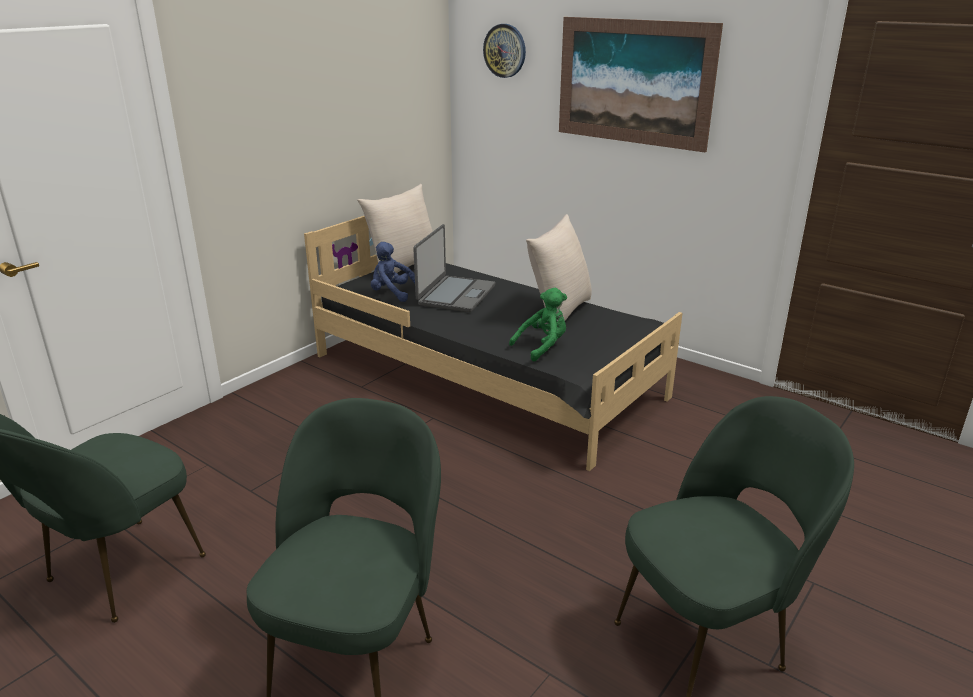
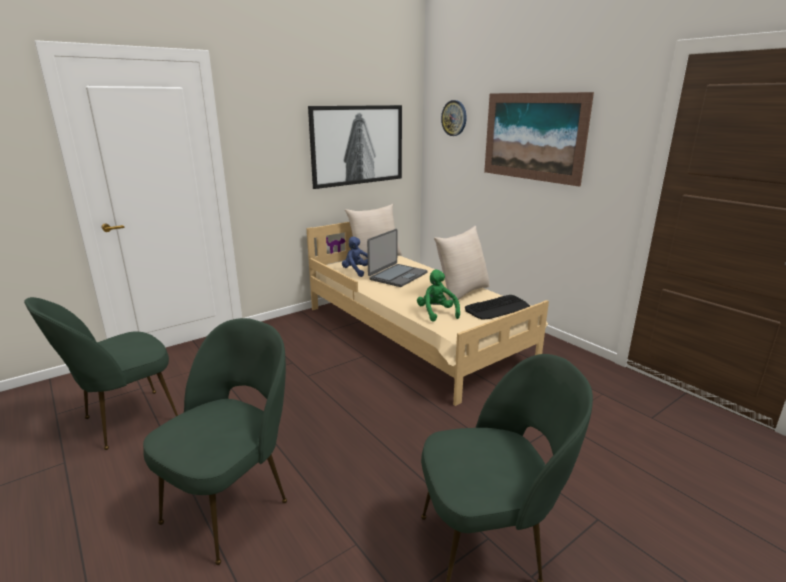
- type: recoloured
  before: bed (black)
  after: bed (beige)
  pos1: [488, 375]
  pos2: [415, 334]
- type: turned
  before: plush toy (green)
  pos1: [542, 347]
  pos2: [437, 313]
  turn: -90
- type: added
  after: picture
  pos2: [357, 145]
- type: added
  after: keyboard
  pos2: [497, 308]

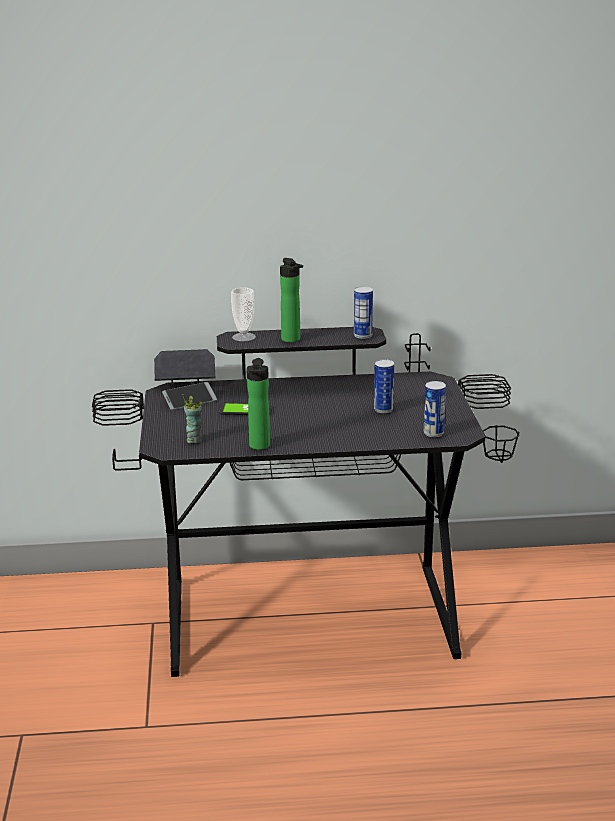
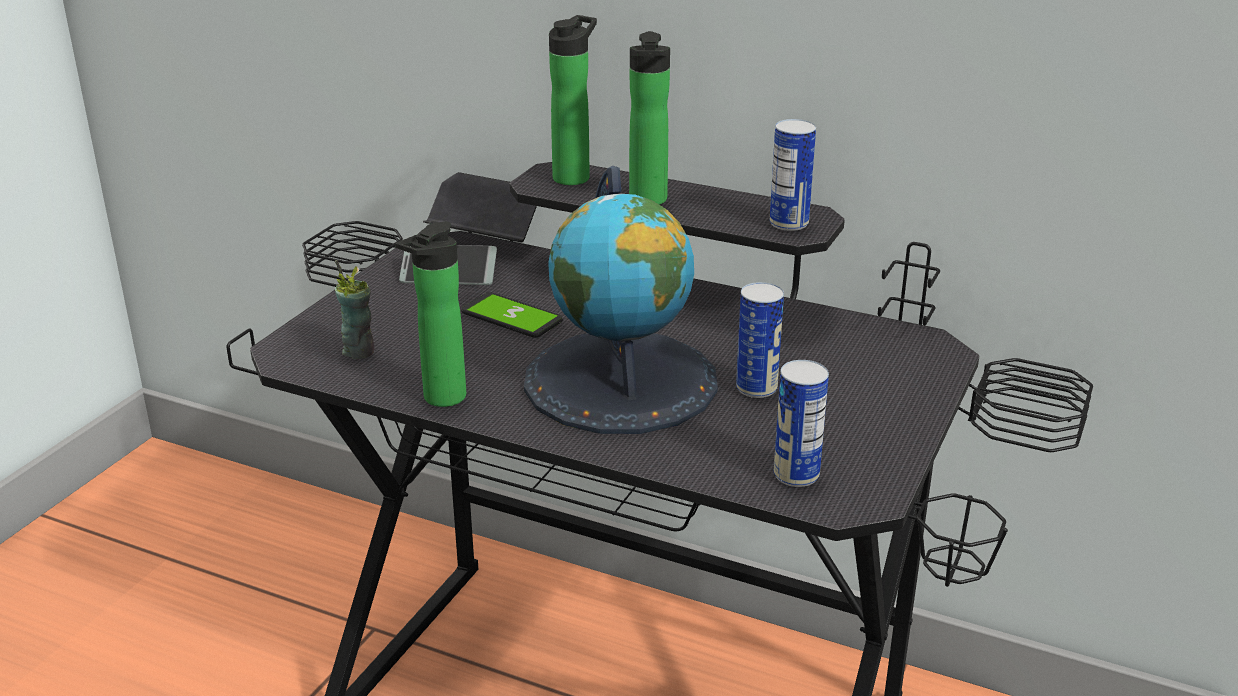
- type: replaced
  before: cup
  after: bottle
  pos1: [244, 337]
  pos2: [574, 176]
- type: added
  after: globe
  pos2: [621, 381]

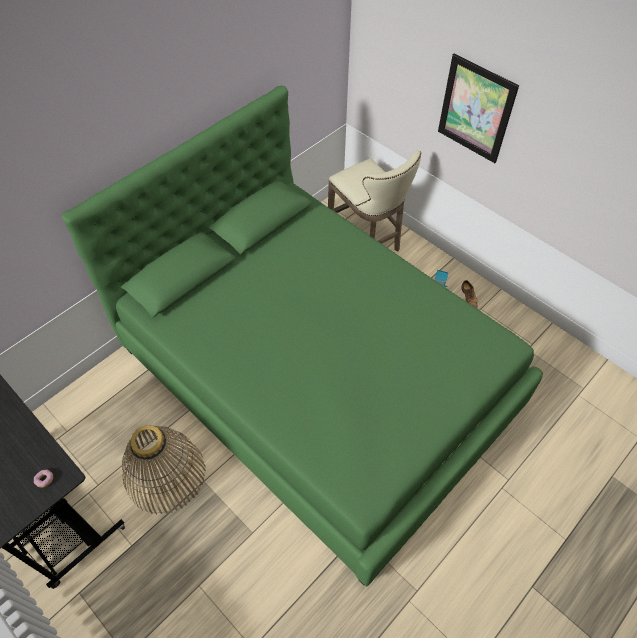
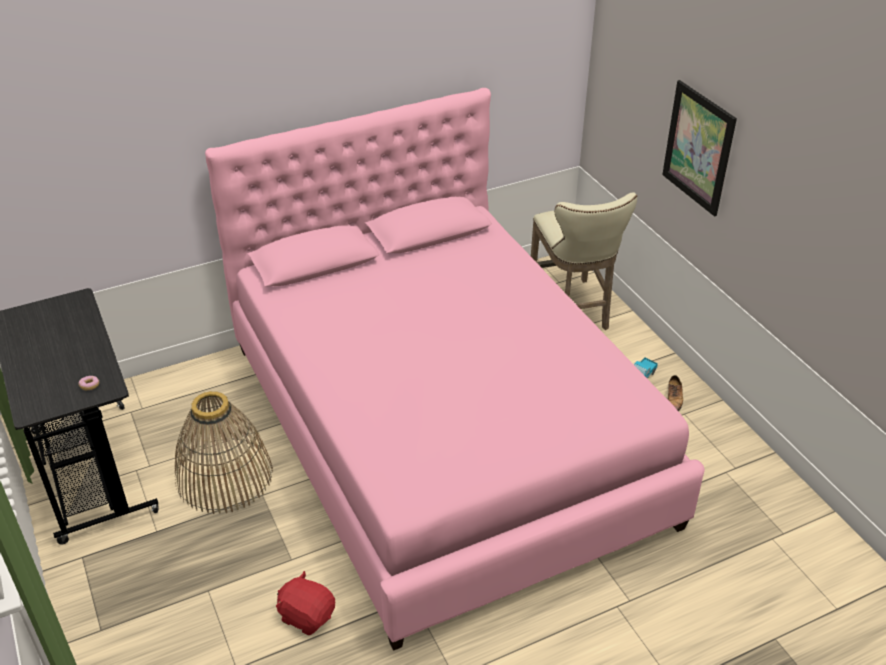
- type: recoloured
  before: bed (green)
  after: bed (pink)
  pos1: [317, 377]
  pos2: [442, 431]
- type: added
  after: plush toy (red)
  pos2: [307, 615]

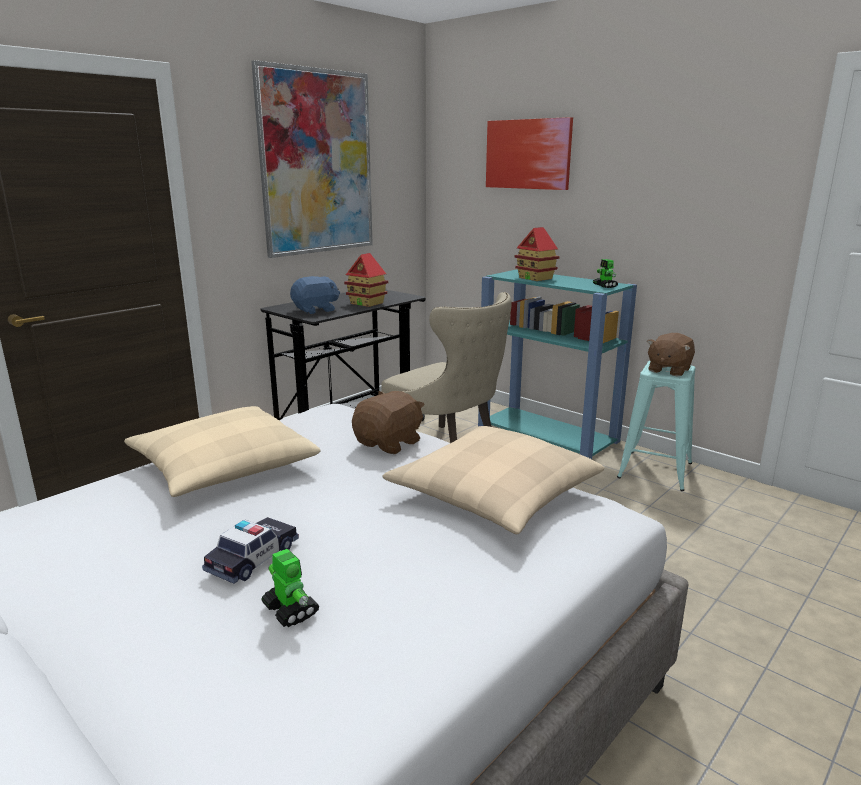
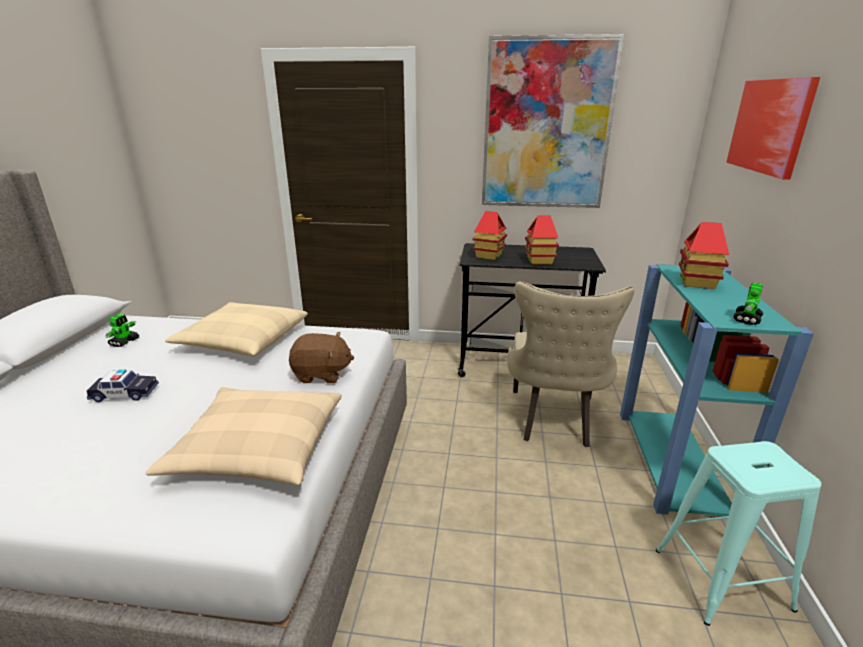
- type: replaced
  before: plush toy (blue)
  after: toy house
  pos1: [316, 310]
  pos2: [489, 255]
- type: removed
  before: plush toy (brown)
  pos1: [668, 370]
- type: moved
  before: toy robot
  pos1: [290, 610]
  pos2: [125, 342]

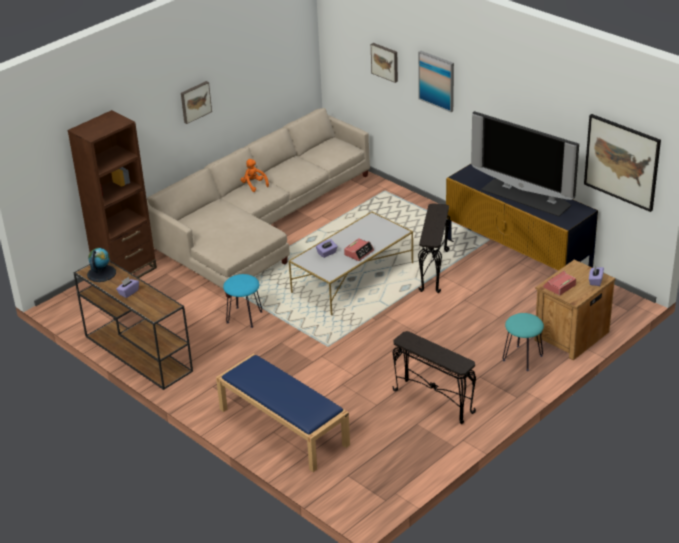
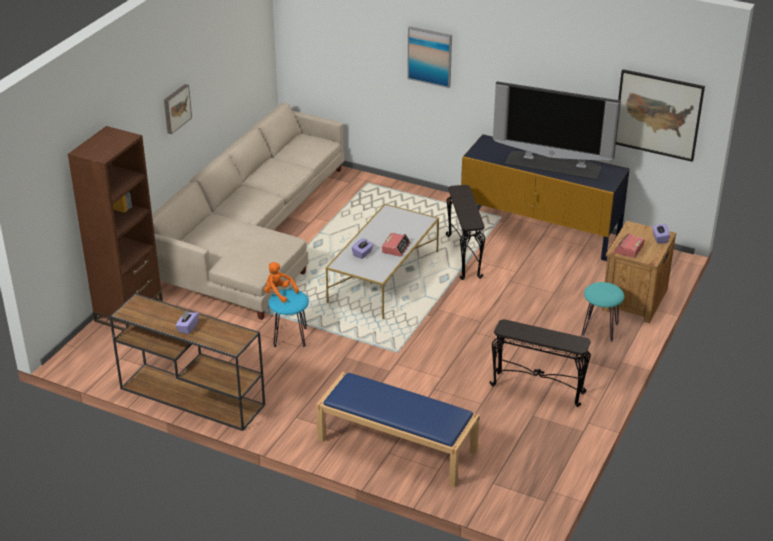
- type: removed
  before: picture
  pos1: [385, 62]
- type: moved
  before: plush toy (orange)
  pos1: [254, 185]
  pos2: [279, 293]
- type: removed
  before: globe
  pos1: [101, 273]

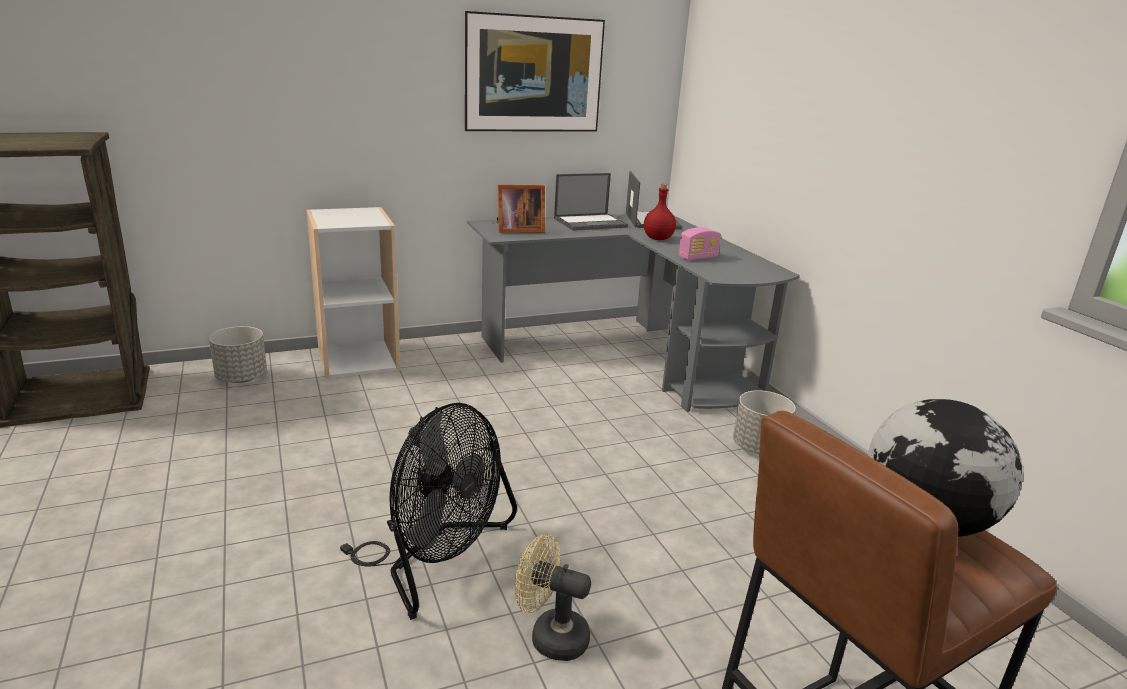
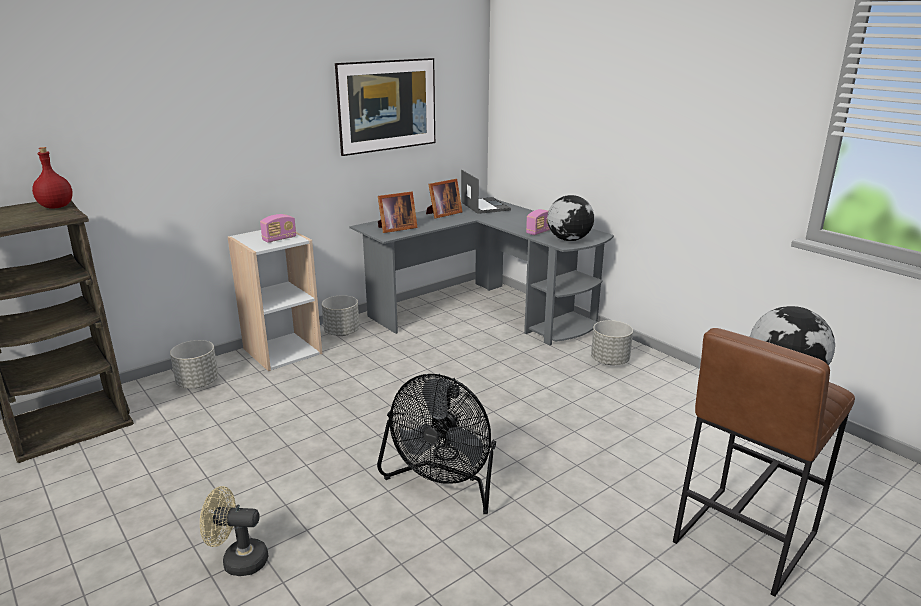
- type: replaced
  before: laptop
  after: picture frame
  pos1: [591, 222]
  pos2: [442, 214]
- type: moved
  before: bottle (red)
  pos1: [658, 238]
  pos2: [57, 207]
- type: turned
  before: fan (black)
  pos1: [433, 560]
  pos2: [441, 480]
  turn: 105
- type: moved
  before: fan (beige)
  pos1: [550, 636]
  pos2: [238, 561]
- type: added
  after: globe
  pos2: [569, 239]
- type: added
  after: radio
  pos2: [279, 239]
- type: added
  after: planter (grey)
  pos2: [341, 332]

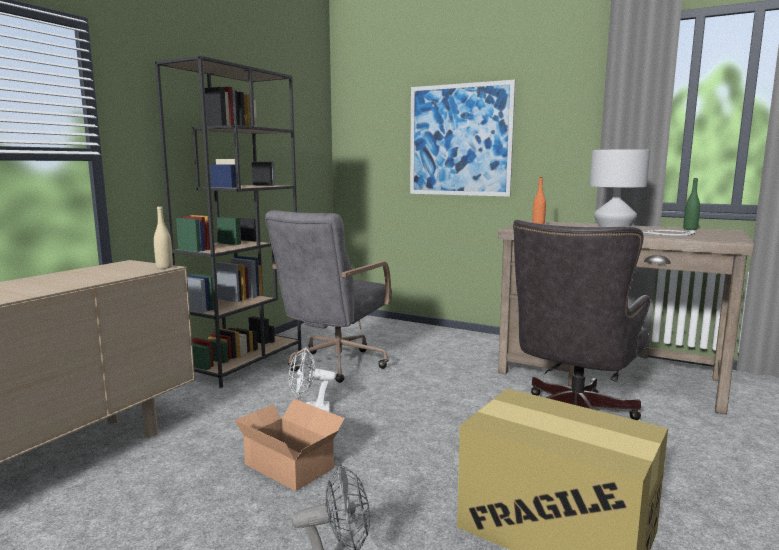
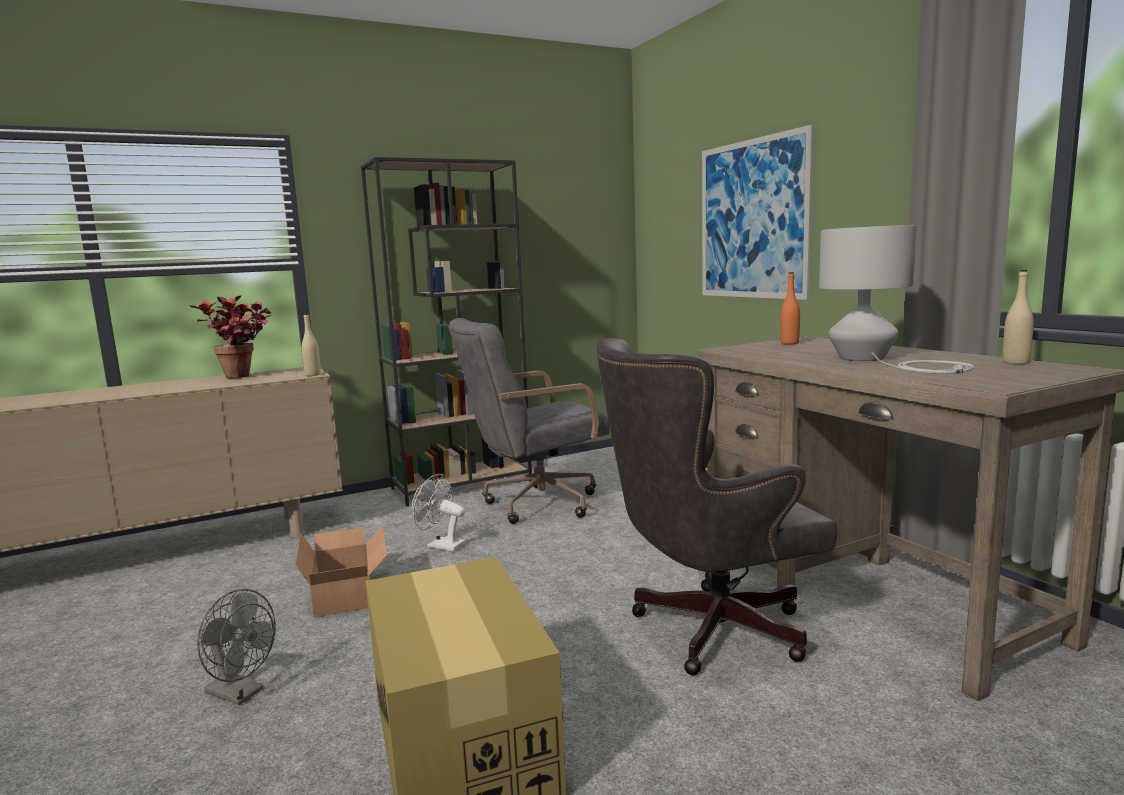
- type: recoloured
  before: bottle (green)
  after: bottle (beige)
  pos1: [690, 229]
  pos2: [1015, 362]
- type: added
  after: potted plant
  pos2: [244, 377]

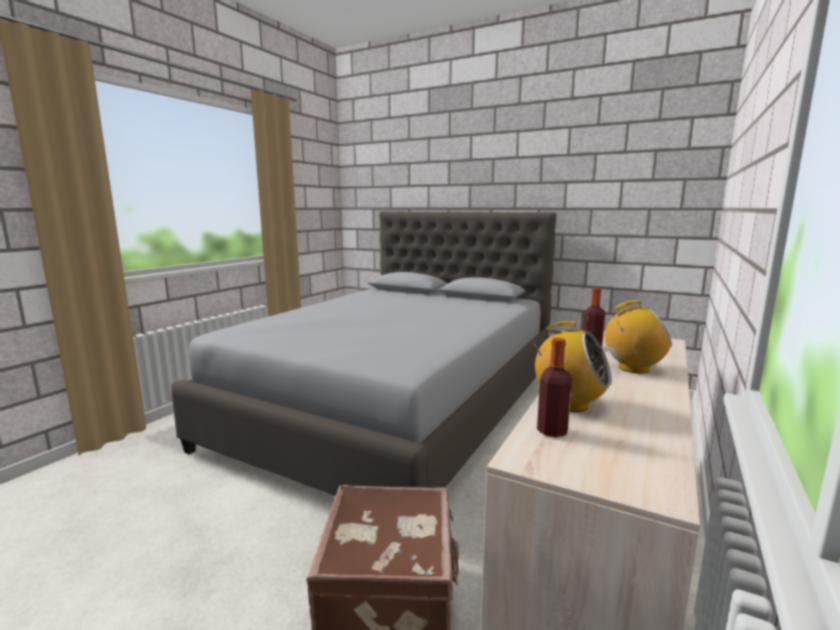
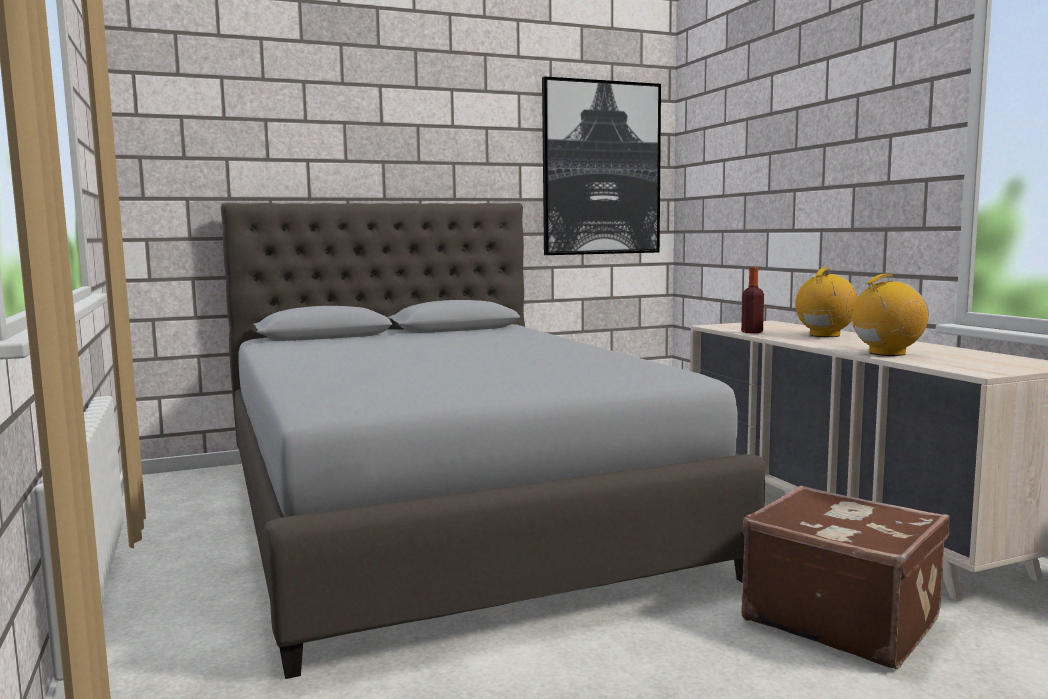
- type: removed
  before: bottle
  pos1: [552, 431]
- type: added
  after: picture
  pos2: [601, 168]

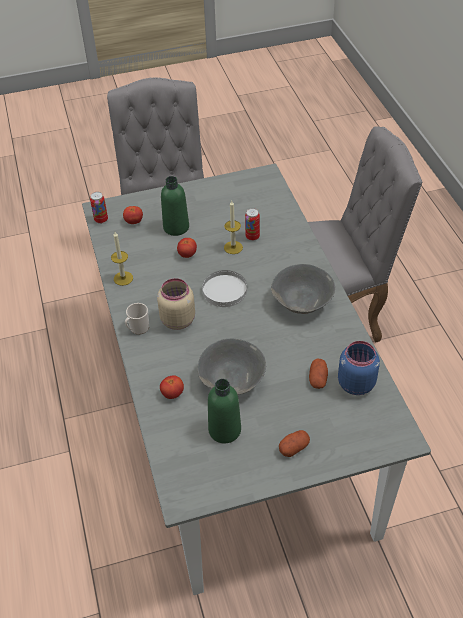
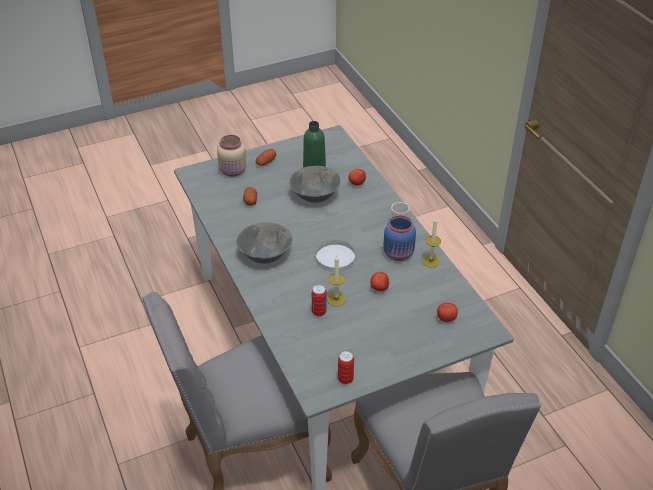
- type: removed
  before: bottle (green)
  pos1: [176, 227]
- type: moved
  before: can
  pos1: [101, 220]
  pos2: [345, 379]
- type: moved
  before: jar (beige)
  pos1: [177, 319]
  pos2: [233, 171]
- type: moved
  before: jar (blue)
  pos1: [355, 383]
  pos2: [399, 254]

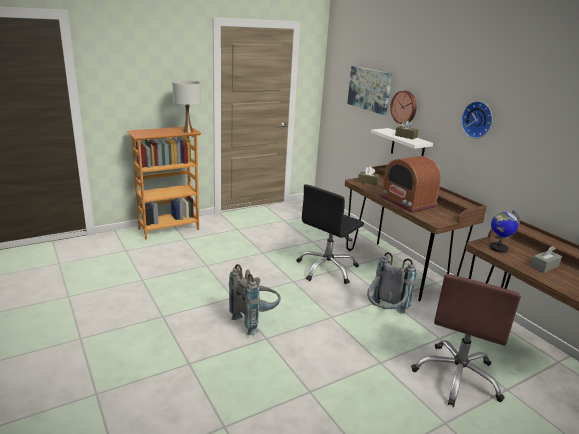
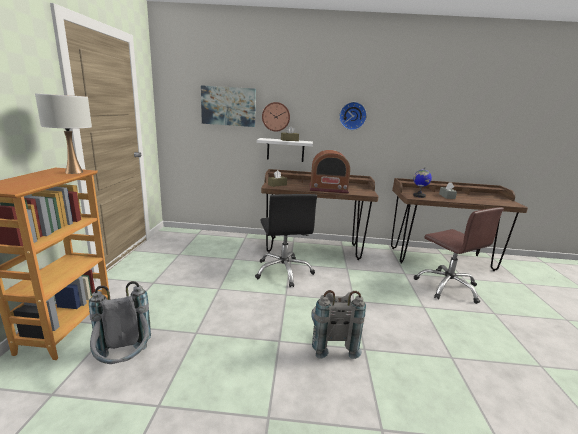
- type: moved
  before: backpack (grey)
  pos1: [384, 314]
  pos2: [124, 363]

